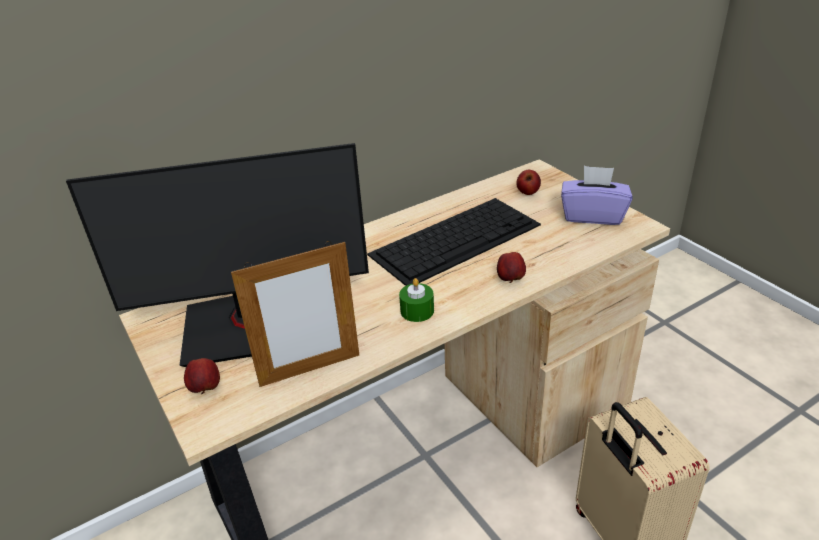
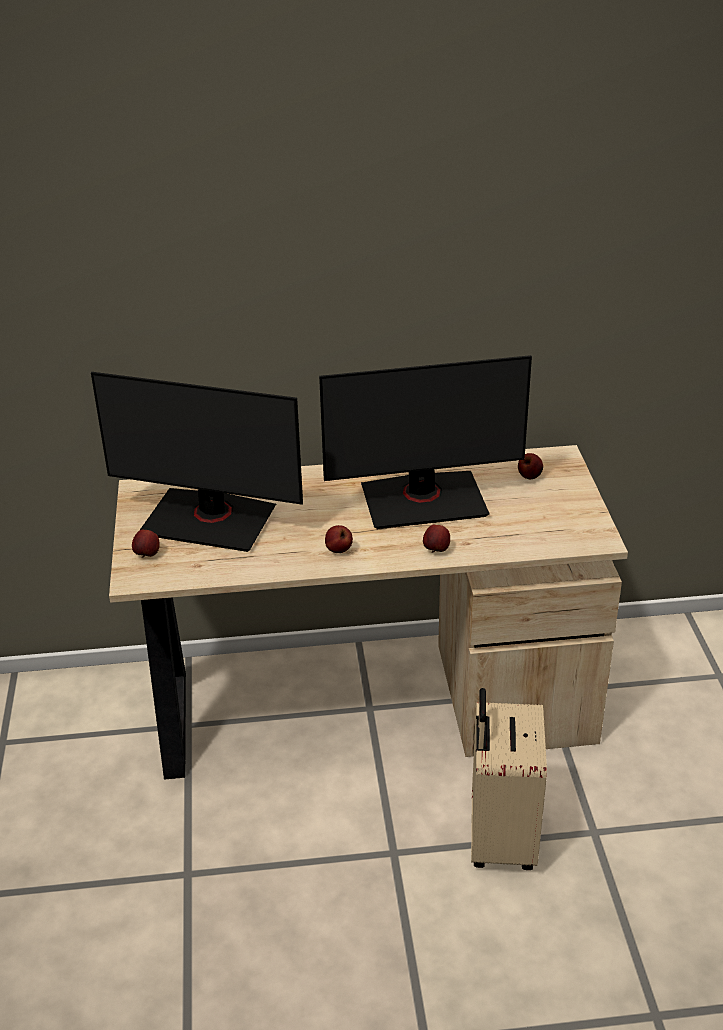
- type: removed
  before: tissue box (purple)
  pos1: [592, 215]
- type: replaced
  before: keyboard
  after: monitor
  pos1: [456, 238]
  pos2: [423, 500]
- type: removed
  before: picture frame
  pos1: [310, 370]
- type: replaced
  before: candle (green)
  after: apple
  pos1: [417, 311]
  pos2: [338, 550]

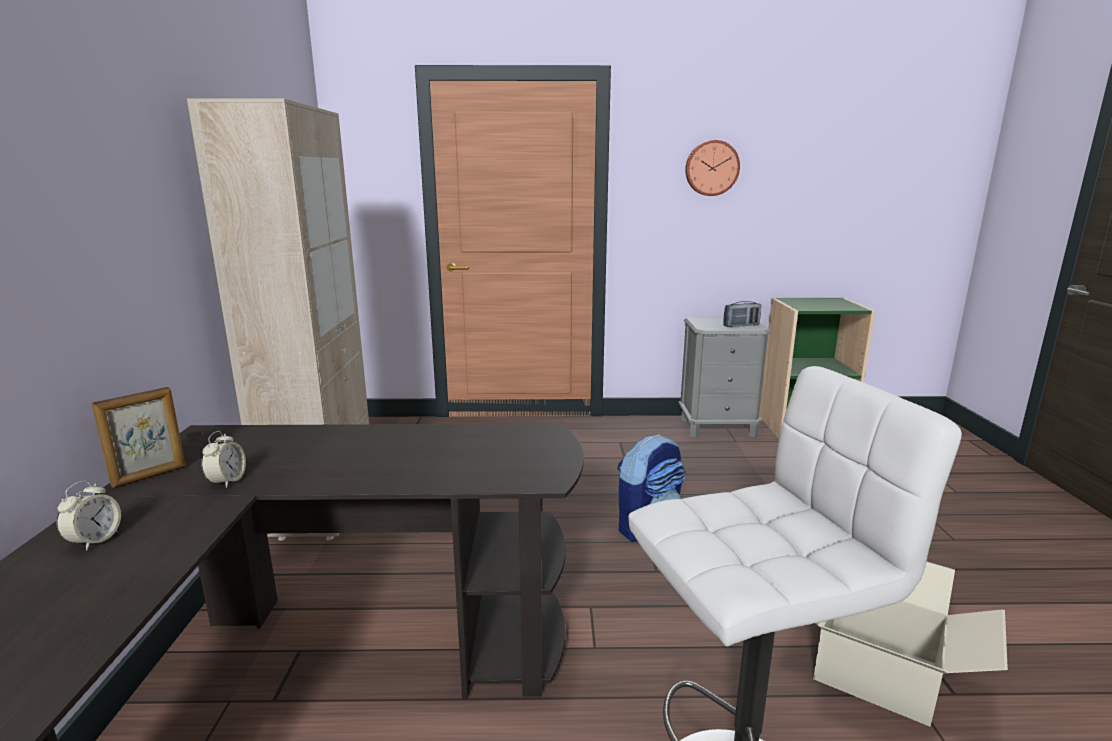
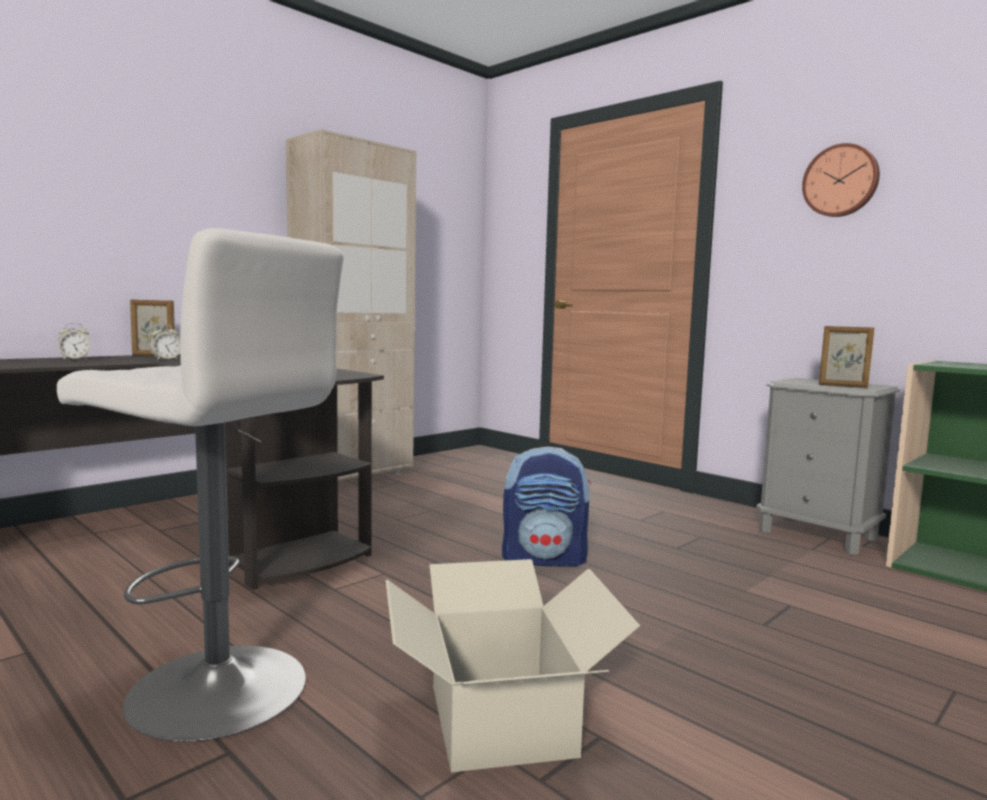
- type: replaced
  before: radio
  after: picture frame
  pos1: [741, 326]
  pos2: [843, 386]

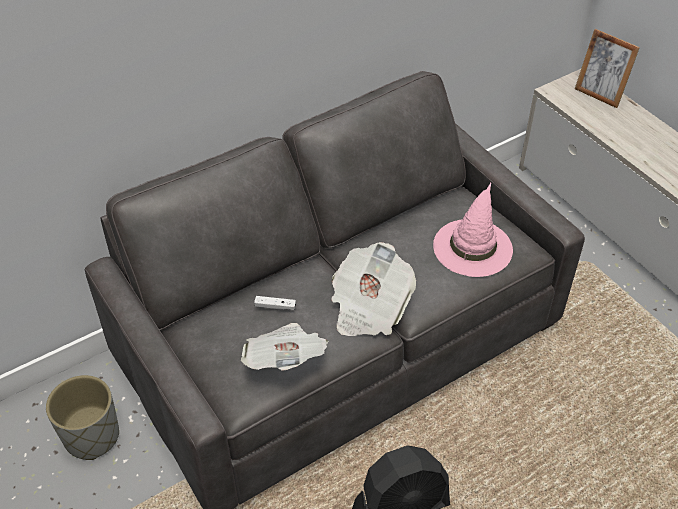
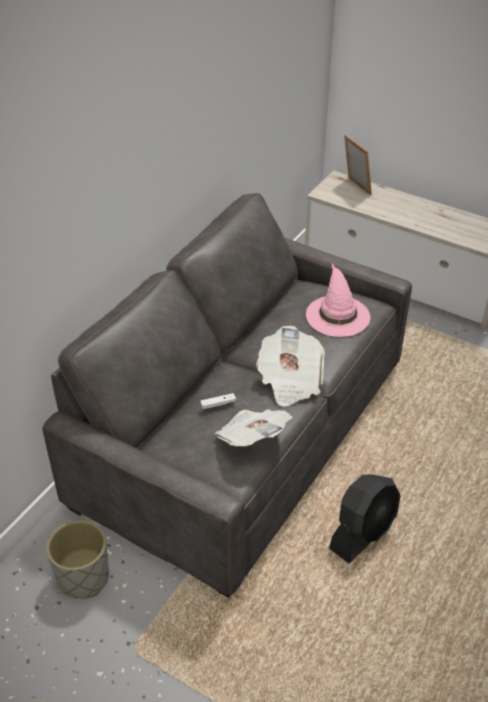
- type: turned
  before: picture frame
  pos1: [599, 95]
  pos2: [355, 187]
  turn: -135

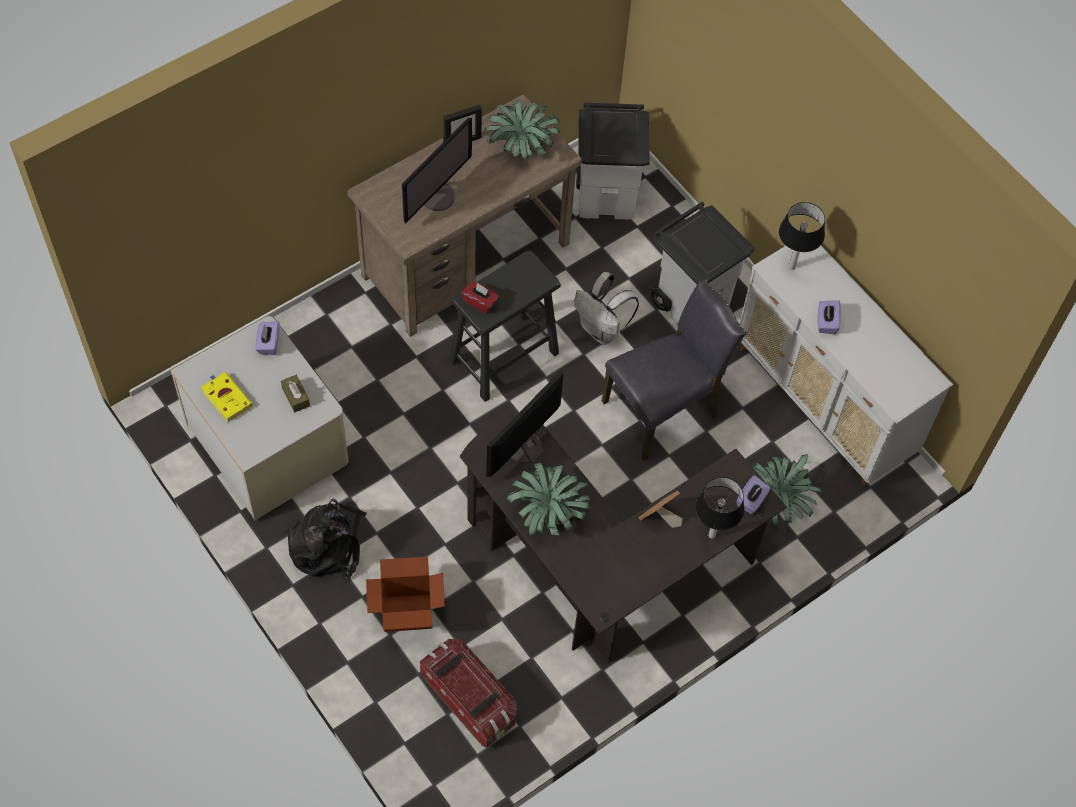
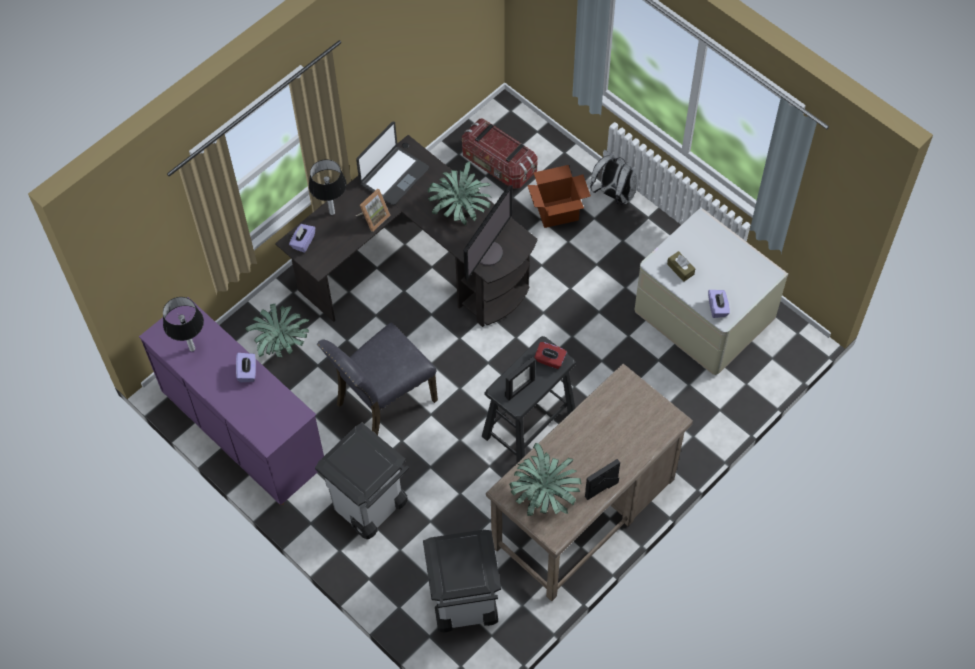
- type: removed
  before: monitor
  pos1: [437, 196]
- type: moved
  before: table lamp
  pos1: [791, 267]
  pos2: [192, 348]
- type: recoloured
  before: cabinet (white)
  after: cabinet (purple)
  pos1: [823, 401]
  pos2: [244, 434]
- type: moved
  before: backpack (white)
  pos1: [602, 330]
  pos2: [615, 194]
- type: removed
  before: book (yellow)
  pos1: [226, 398]
- type: removed
  before: backpack (black)
  pos1: [328, 544]
- type: added
  after: laptop
  pos2: [393, 176]
- type: added
  after: picture frame
  pos2: [519, 388]

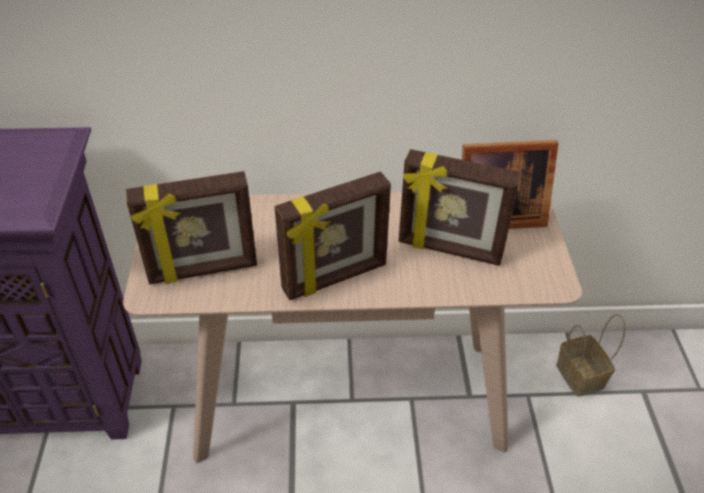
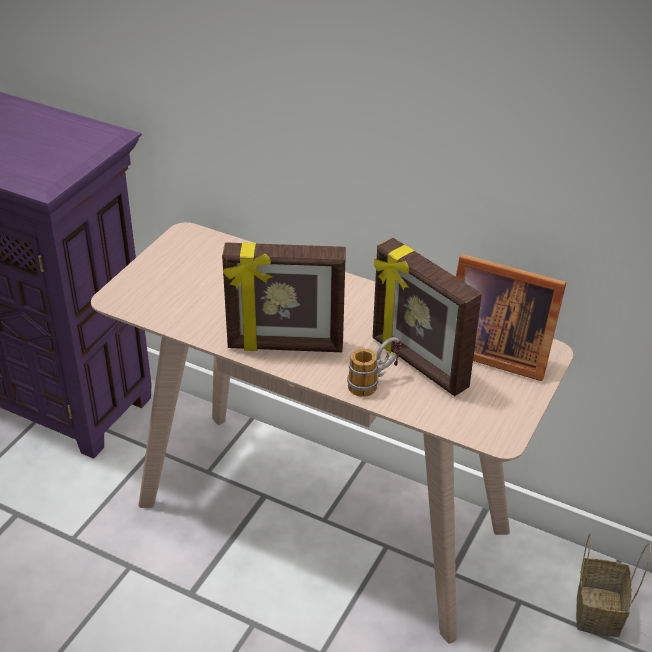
- type: removed
  before: picture frame
  pos1: [203, 271]
- type: added
  after: mug
  pos2: [374, 382]

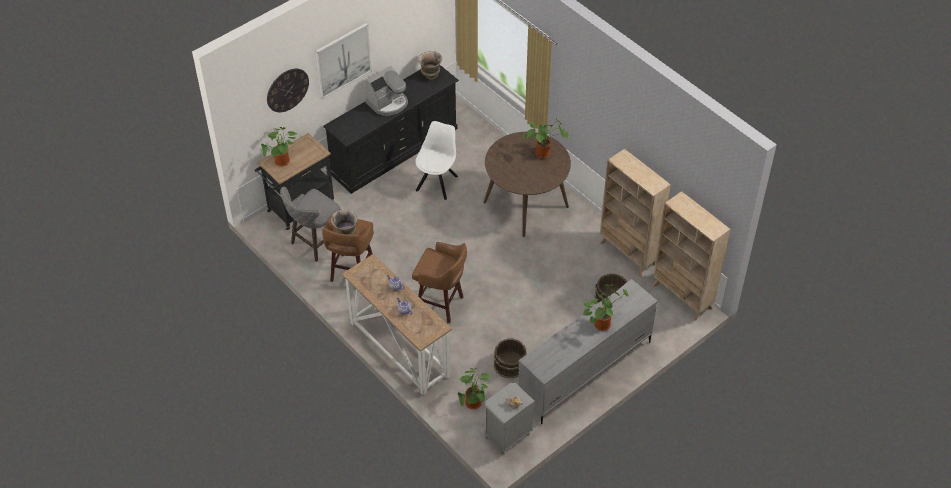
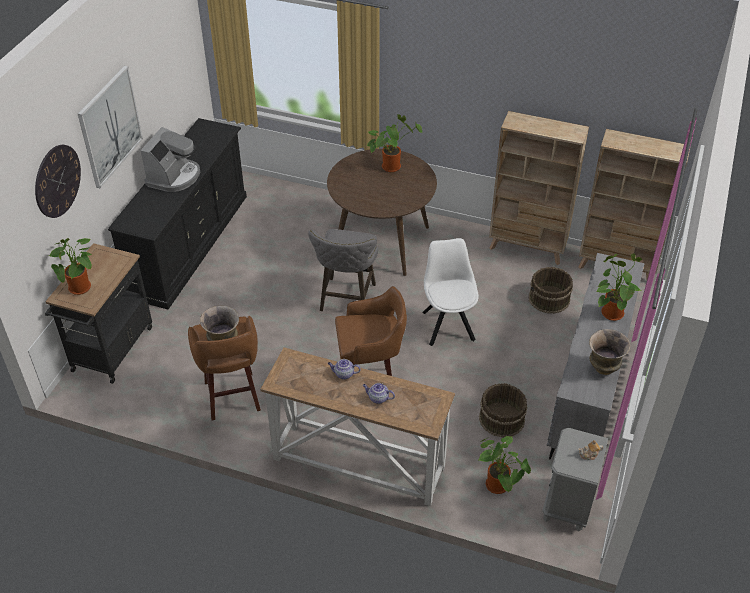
- type: moved
  before: vase
  pos1: [430, 76]
  pos2: [603, 368]
- type: moved
  before: chair (white)
  pos1: [437, 183]
  pos2: [447, 325]
- type: moved
  before: stool (grey)
  pos1: [315, 243]
  pos2: [347, 299]

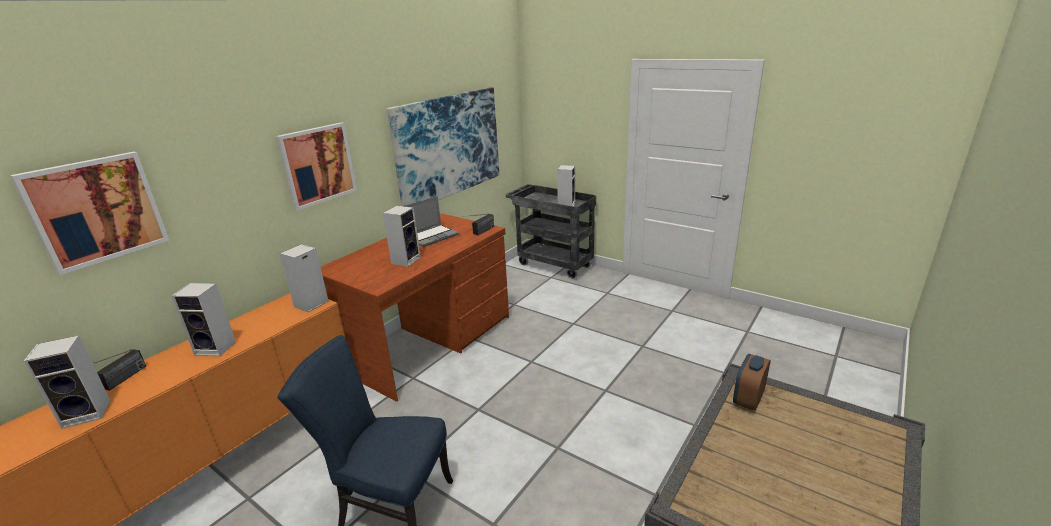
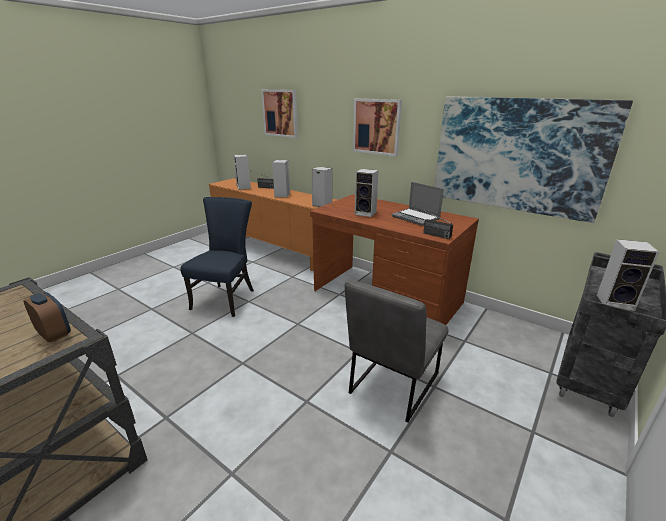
- type: added
  after: chair (grey)
  pos2: [392, 384]

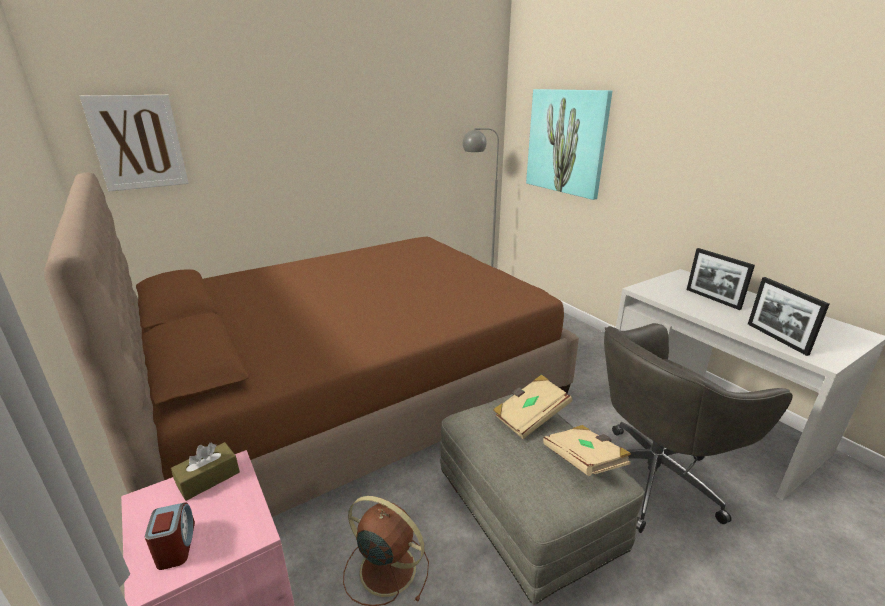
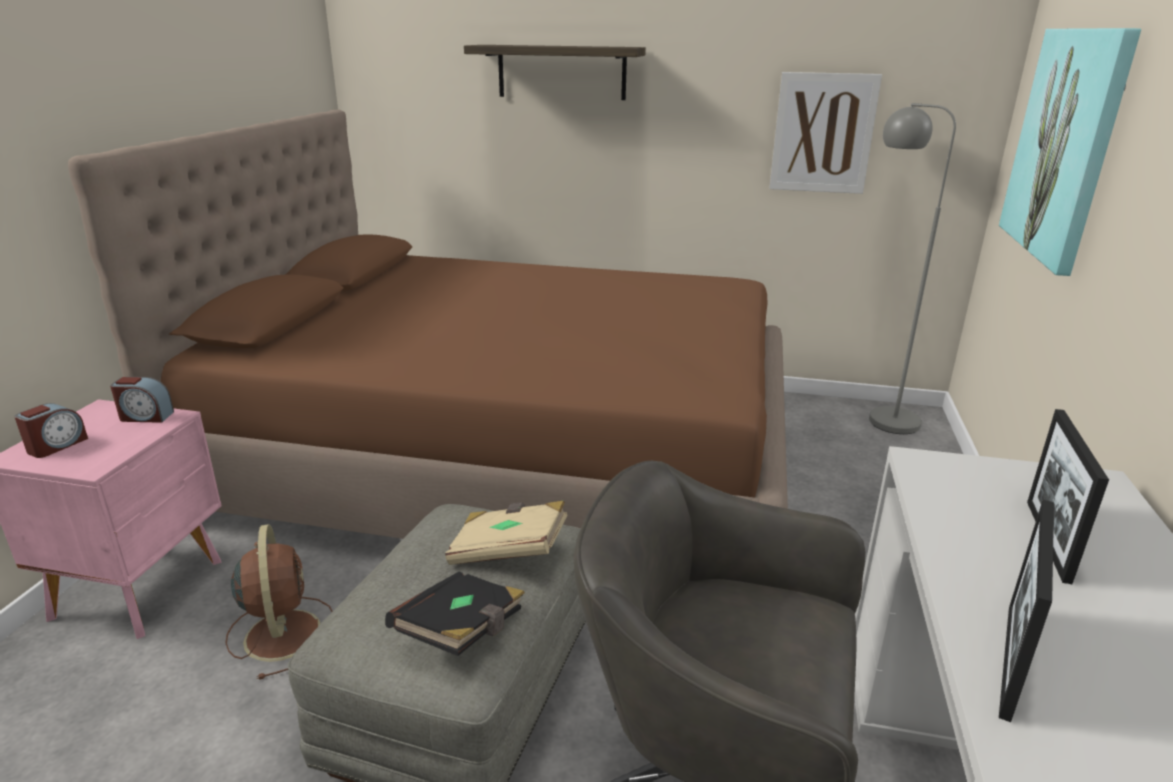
- type: moved
  before: picture
  pos1: [138, 142]
  pos2: [823, 133]
- type: recoloured
  before: book (beige)
  after: book (black)
  pos1: [584, 461]
  pos2: [462, 631]
- type: replaced
  before: tissue box (brown)
  after: alarm clock
  pos1: [208, 478]
  pos2: [146, 416]
- type: added
  after: shelf
  pos2: [561, 72]

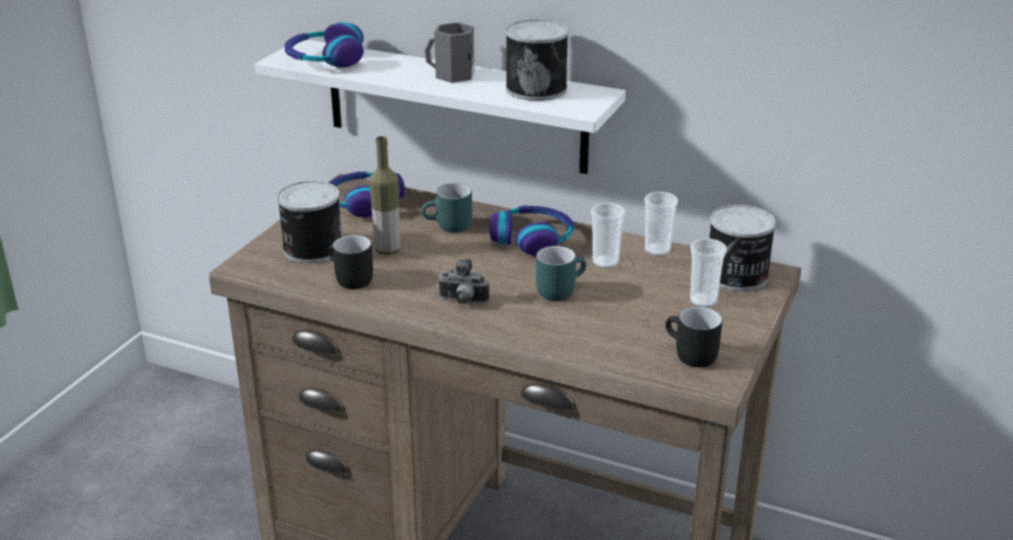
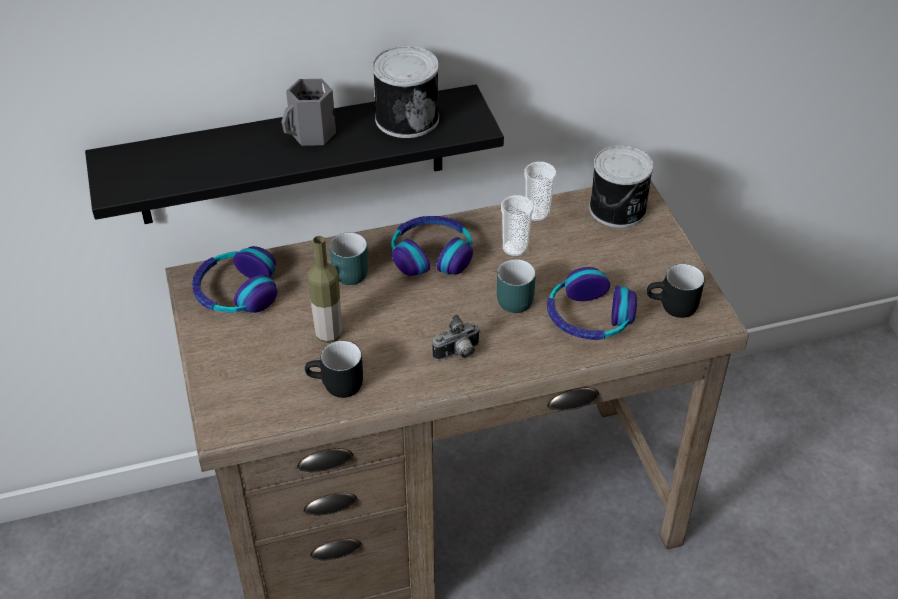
- type: moved
  before: headphones
  pos1: [325, 59]
  pos2: [589, 317]
- type: recoloured
  before: shelf (white)
  after: shelf (black)
  pos1: [455, 106]
  pos2: [292, 156]
- type: removed
  before: can
  pos1: [311, 248]
- type: removed
  before: cup
  pos1: [703, 301]

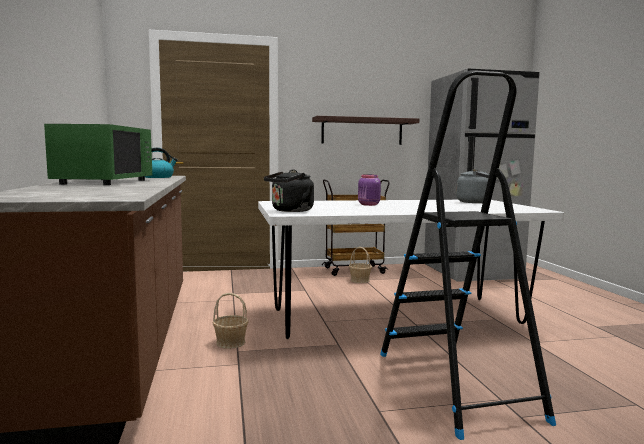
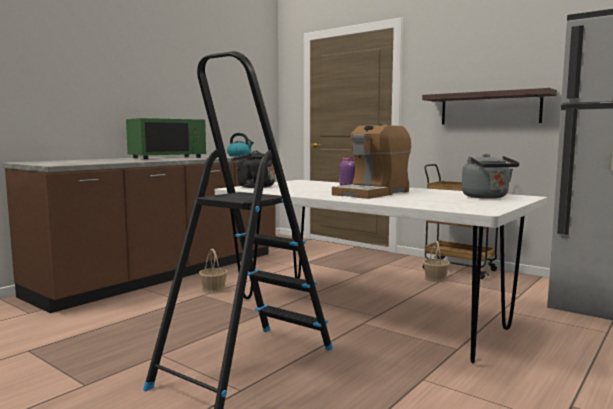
- type: added
  after: coffee machine
  pos2: [372, 193]

